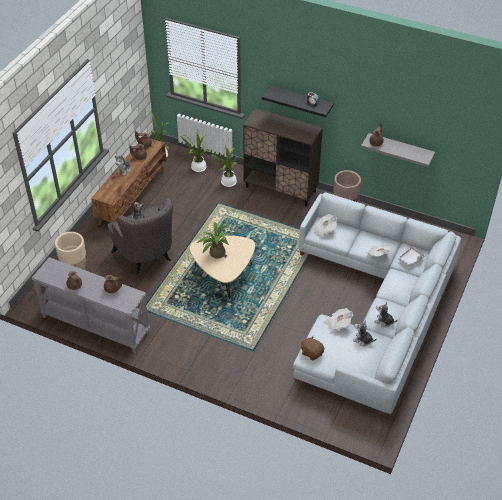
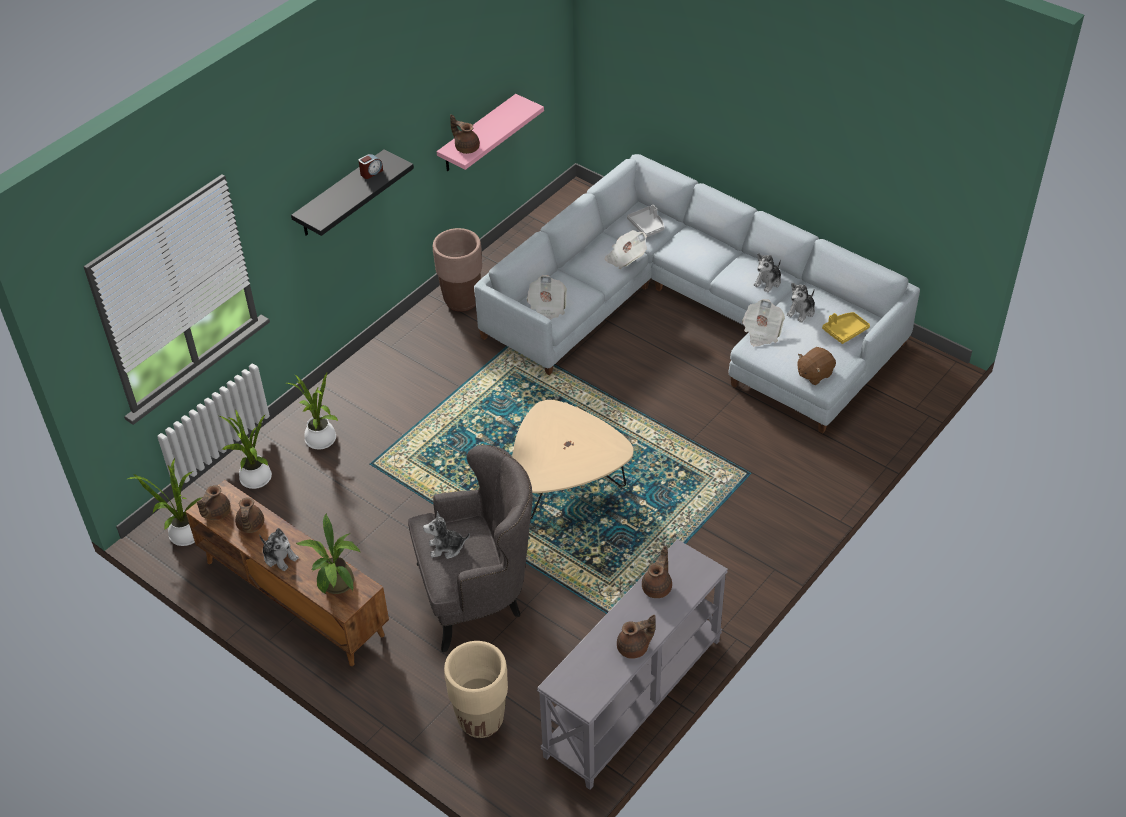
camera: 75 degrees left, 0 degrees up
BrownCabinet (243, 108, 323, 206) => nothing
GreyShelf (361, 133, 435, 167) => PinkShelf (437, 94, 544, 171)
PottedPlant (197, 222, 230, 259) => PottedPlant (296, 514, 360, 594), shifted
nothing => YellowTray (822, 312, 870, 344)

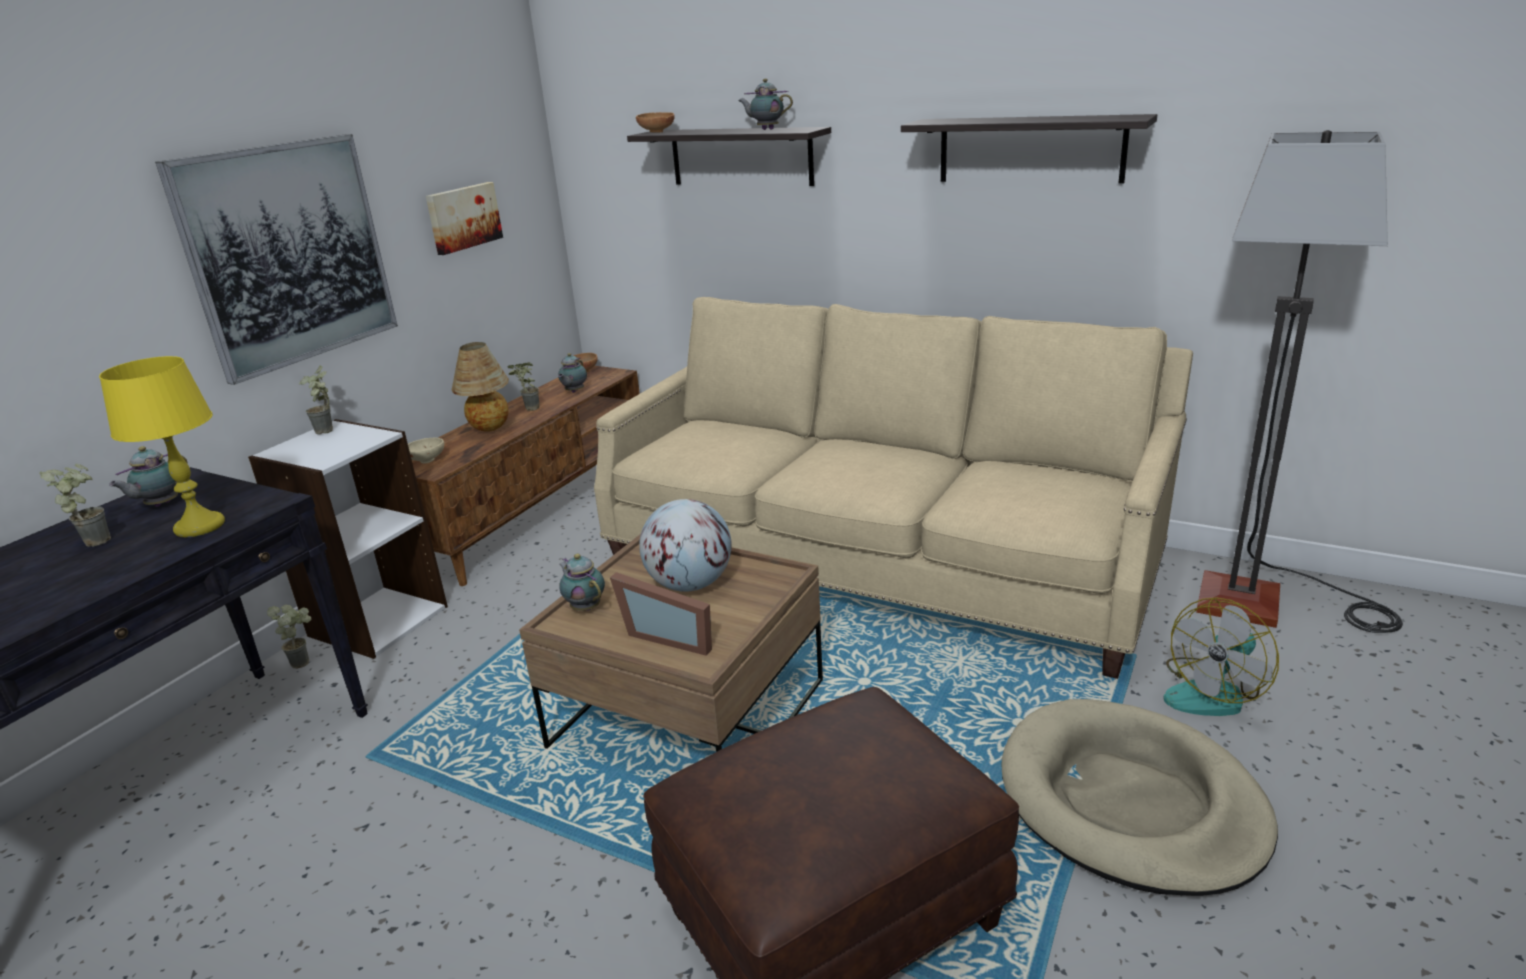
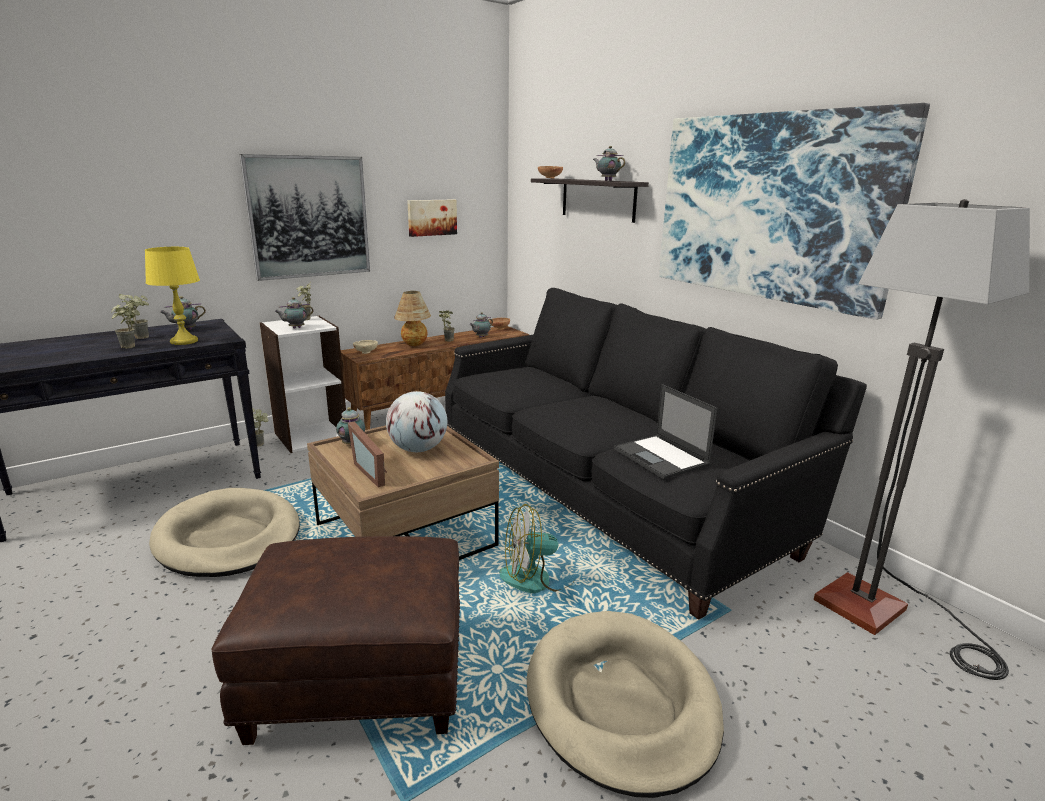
camera: 25 degrees right, 5 degrees down
Shelf (901, 114, 1157, 184) => Picture (659, 103, 930, 320)
BeigeSofa (594, 297, 1193, 679) => BlackSofa (445, 288, 867, 620)
Fan (1163, 597, 1279, 716) => Fan (499, 504, 575, 593), shifted
nothing => Teapot (274, 297, 313, 328)
nothing => PottedPlant (111, 300, 135, 348)
nothing => Laptop (614, 384, 717, 479)
nothing => BeigeDogBed (149, 488, 300, 577)

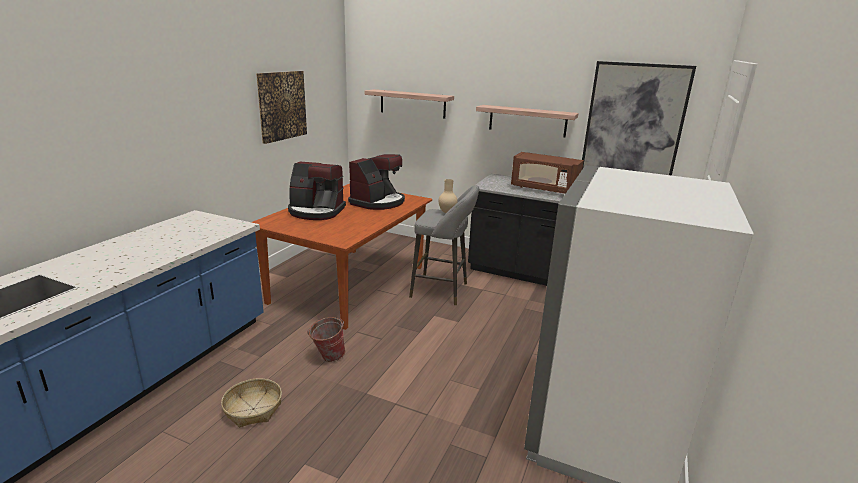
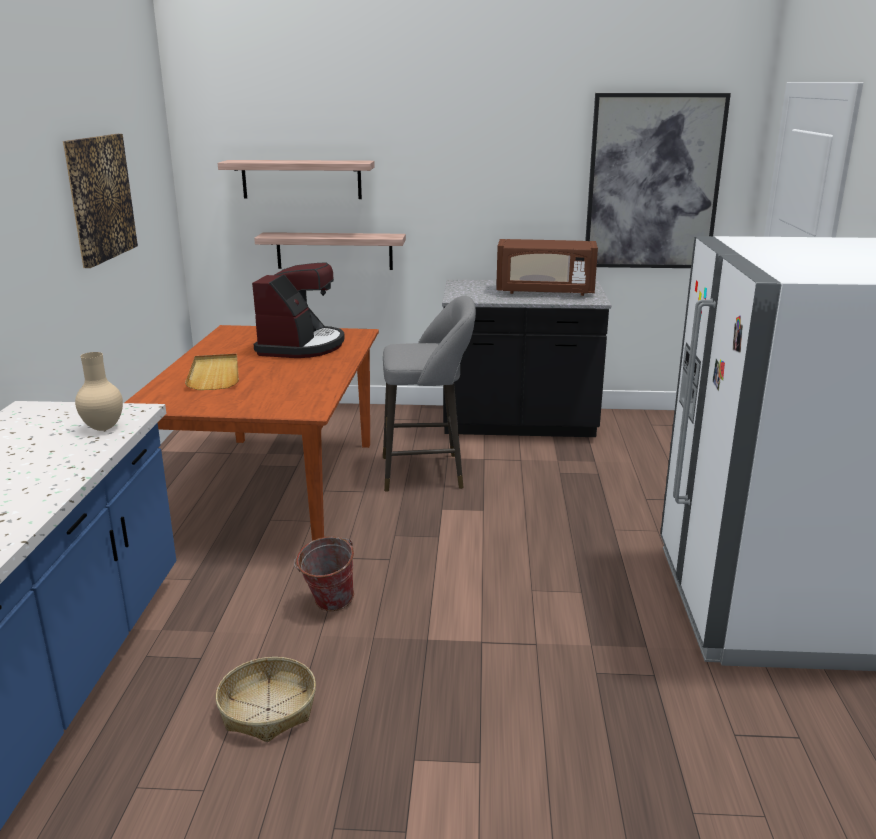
camera: 20 degrees left, 0 degrees up
Shelf (476, 105, 578, 137) => Shelf (254, 232, 406, 270), shifted
CoffeeMachine (288, 162, 346, 220) => BeigeTray (185, 354, 239, 390)
BeigeVase (439, 179, 457, 213) => BeigeVase (75, 352, 123, 431), shifted

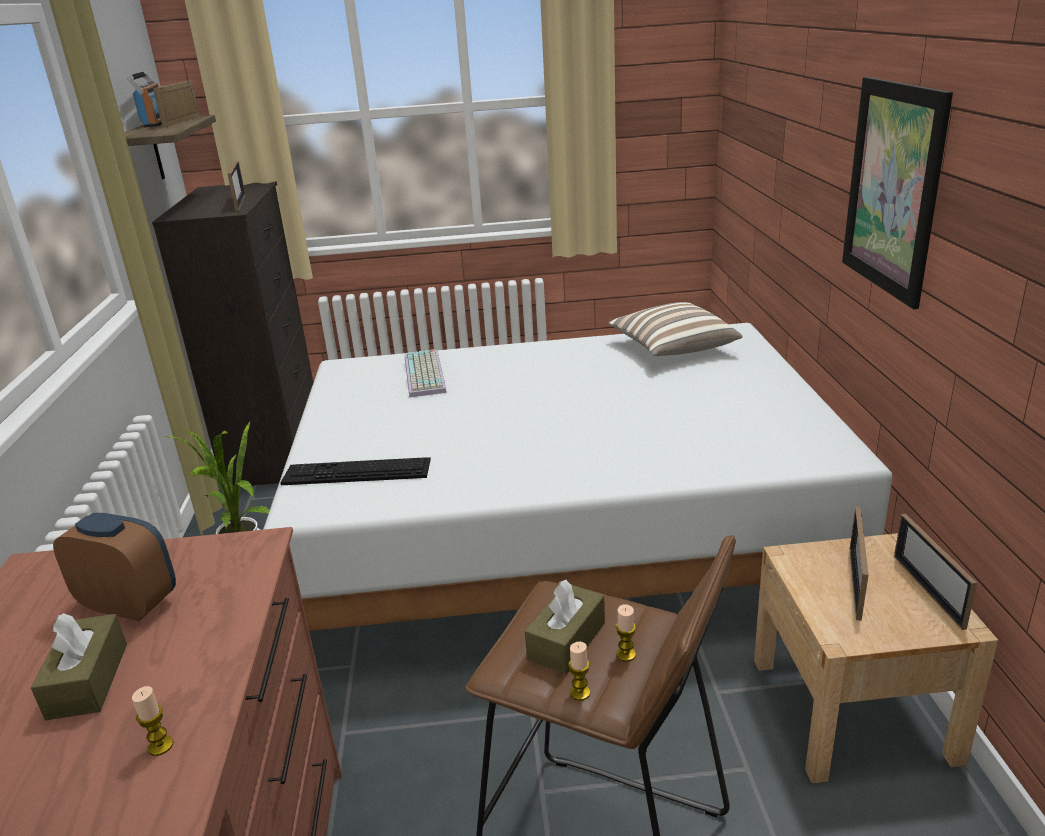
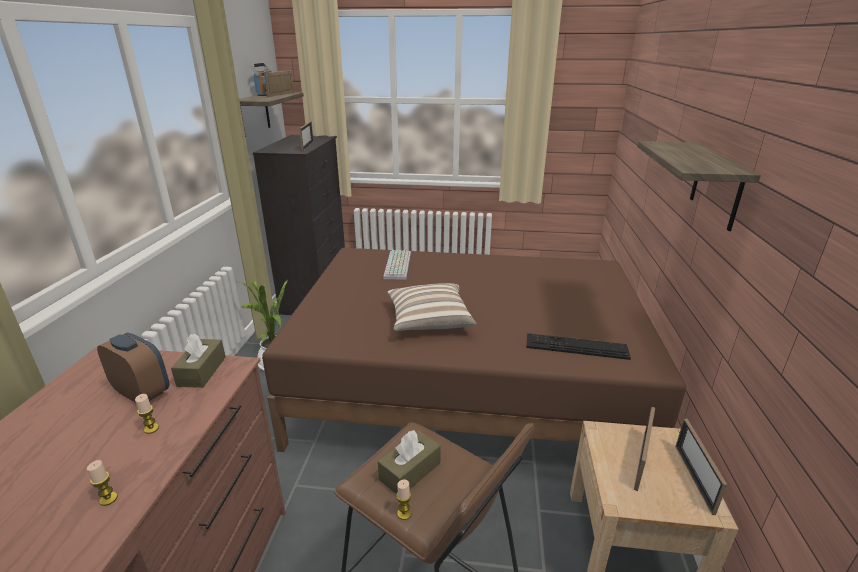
camera: 10 degrees right, 0 degrees up
Picture (842, 77, 953, 309) => Shelf (637, 141, 761, 231)
Pillow (608, 302, 743, 356) => Pillow (387, 283, 476, 331), shifted
WhiteBed (263, 323, 892, 631) => BrownBed (262, 248, 686, 452)
Keyboard (280, 457, 431, 485) => Keyboard (526, 333, 631, 360), shifted
Candle (616, 604, 636, 662) => Candle (135, 394, 159, 434), shifted
BrownTissueBox (31, 613, 127, 720) => BrownTissueBox (171, 334, 226, 388), shifted

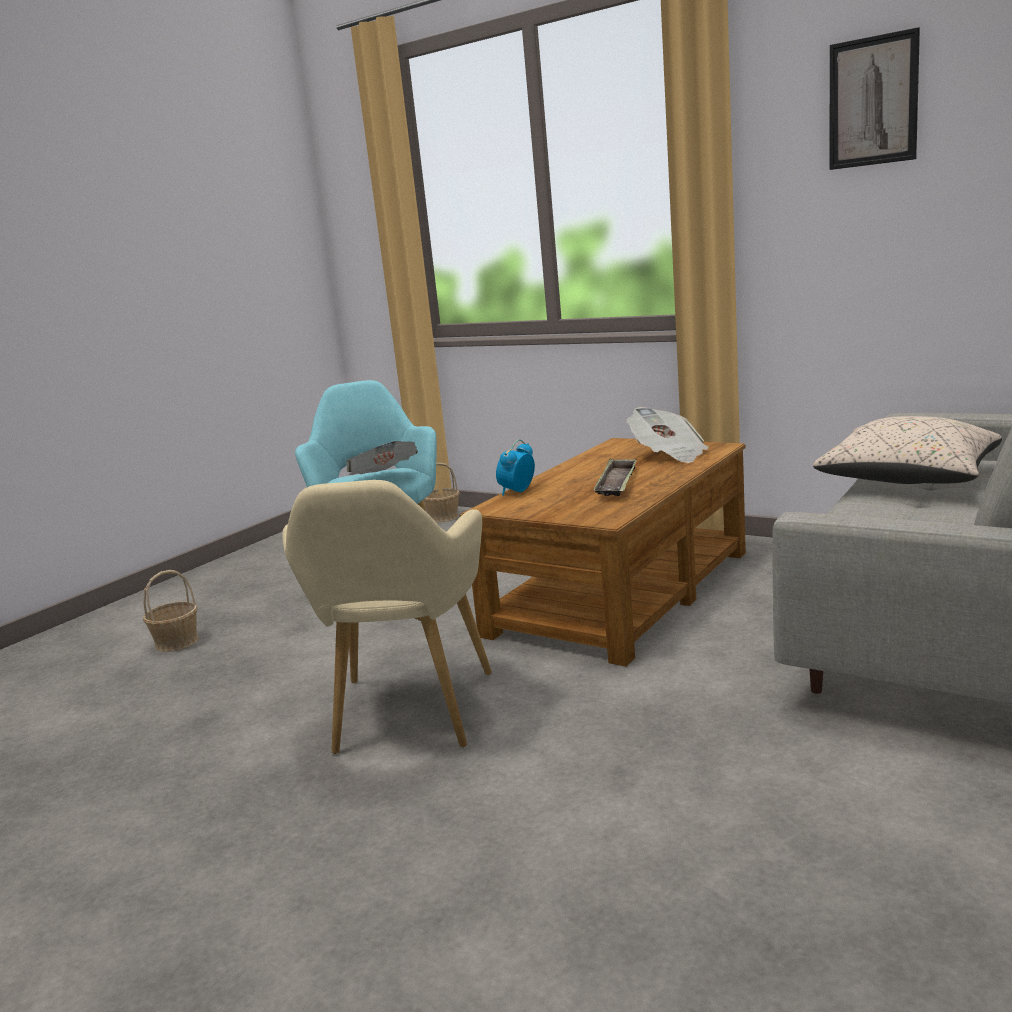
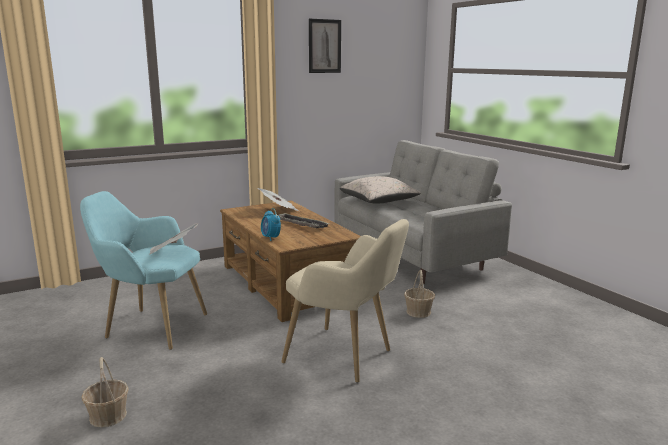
camera: 65 degrees left, 0 degrees up
Basket (423, 463, 460, 522) => Basket (404, 270, 435, 318), shifted

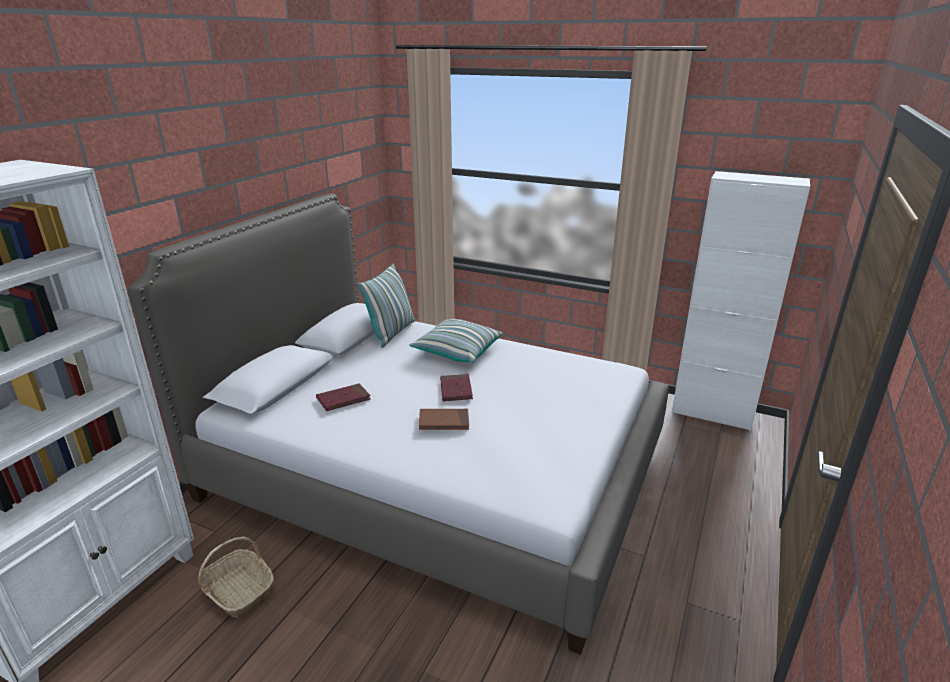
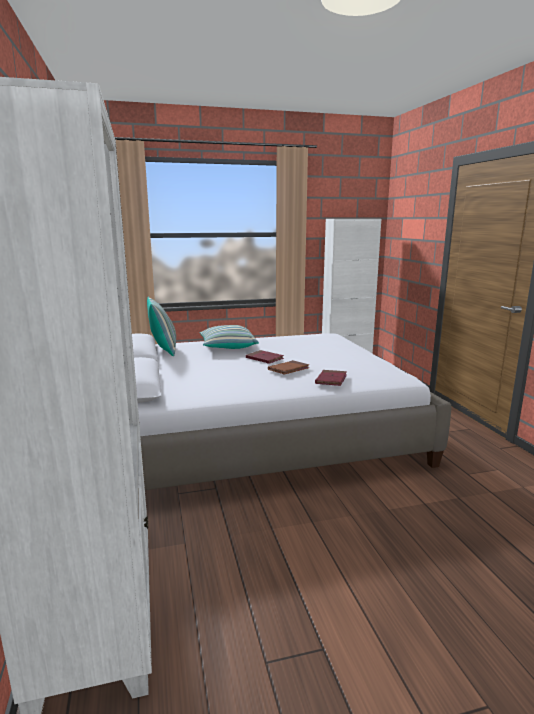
camera: 40 degrees left, 10 degrees down
RedBook (316, 383, 371, 411) => RedBook (315, 370, 347, 386), shifted
Basket (198, 537, 274, 618) => nothing

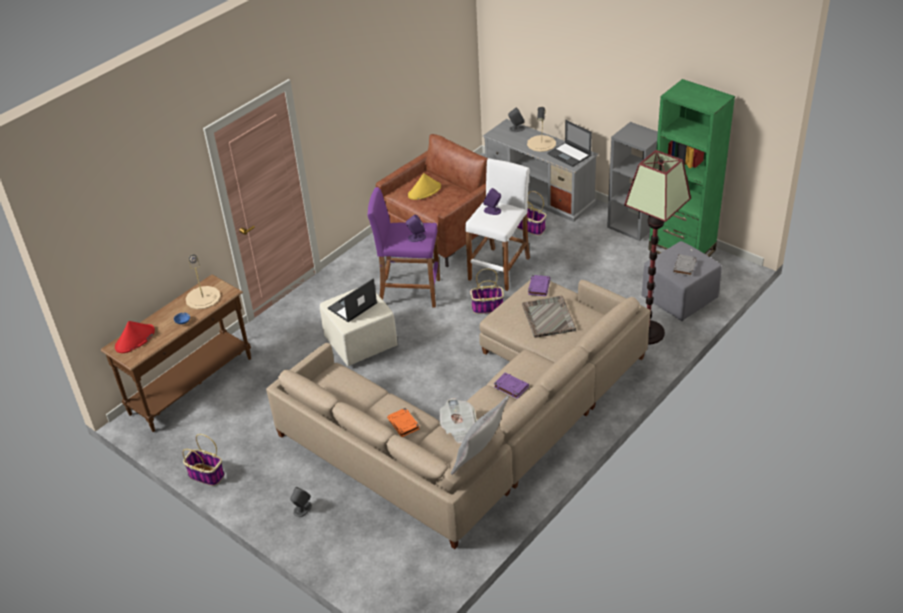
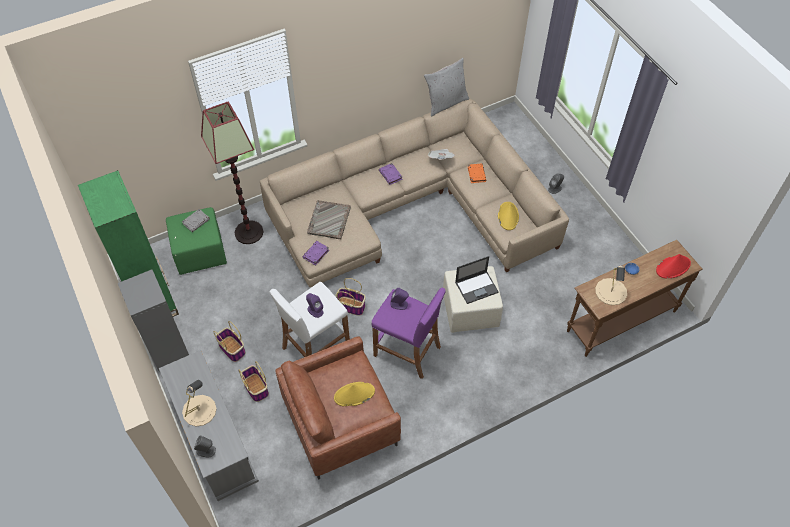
camera: 160 degrees left, 15 degrees up
Laptop (547, 120, 592, 167) => nothing
GreyOttoman (642, 241, 722, 321) => GreenOttoman (166, 207, 227, 275)
Basket (182, 434, 225, 486) => Basket (214, 321, 246, 362), shifted
nothing => YellowHat (498, 202, 519, 230)

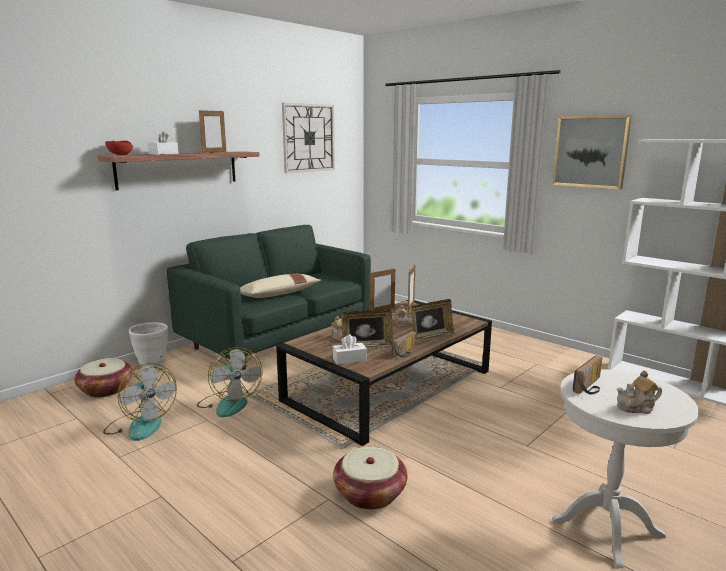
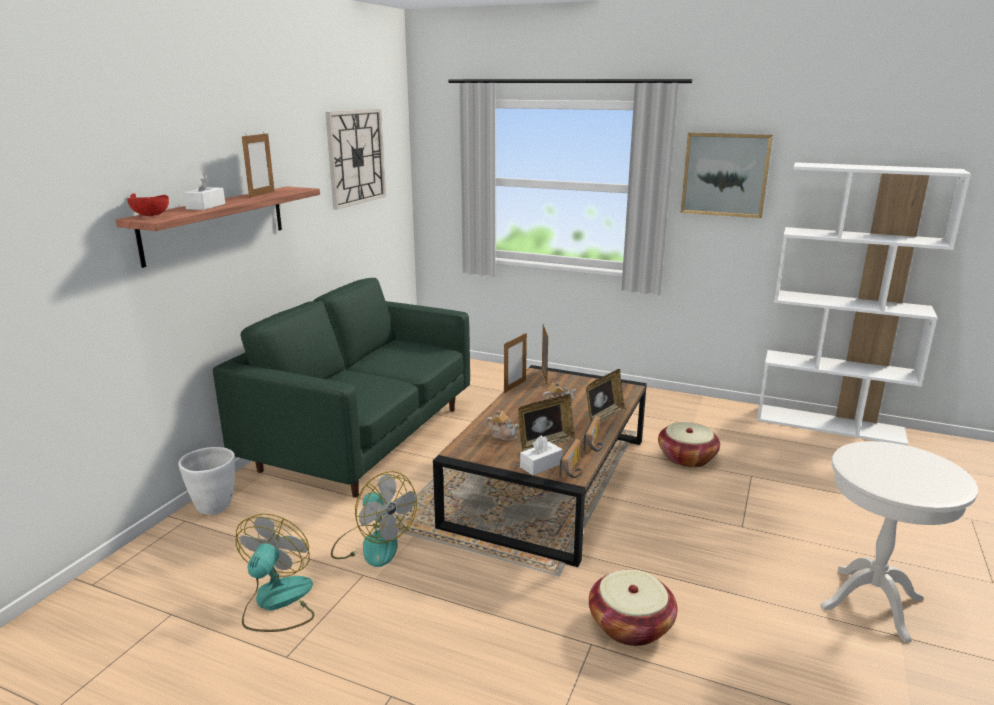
camera: 20 degrees left, 5 degrees up
BeigePillow (240, 274, 321, 298) => nothing
Radio (573, 355, 602, 395) => Radio (559, 439, 582, 479), shifted
Basket (74, 358, 133, 397) => Basket (658, 422, 720, 468), shifted
Fan (103, 363, 177, 441) => Fan (236, 514, 314, 632), 105 degrees counterclockwise
Teapot (617, 371, 662, 414) => nothing

